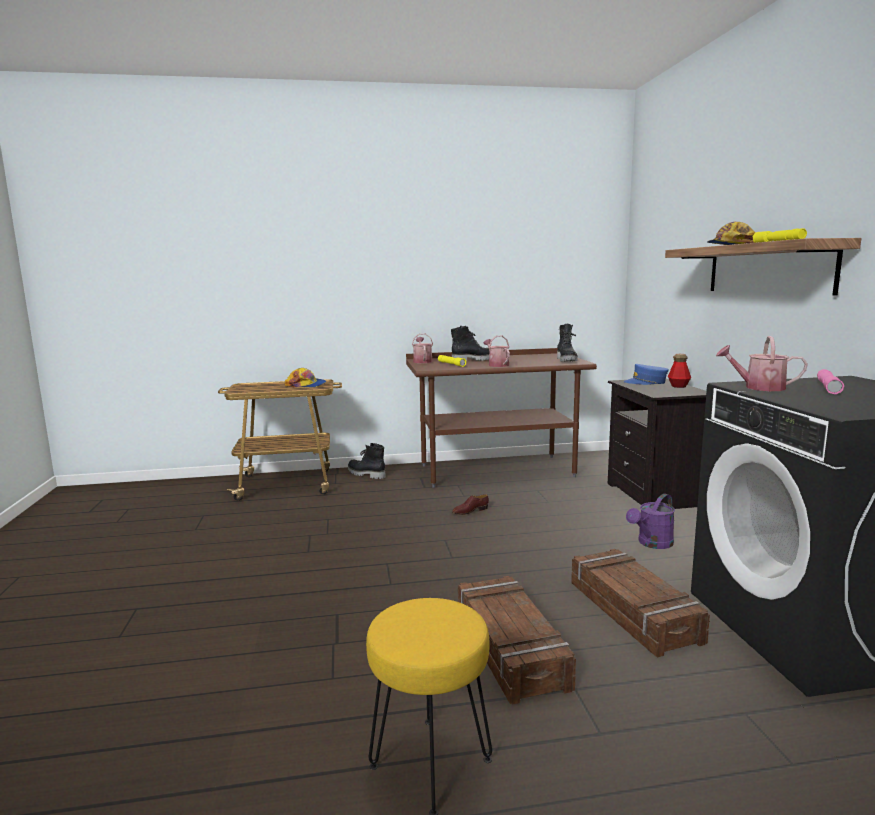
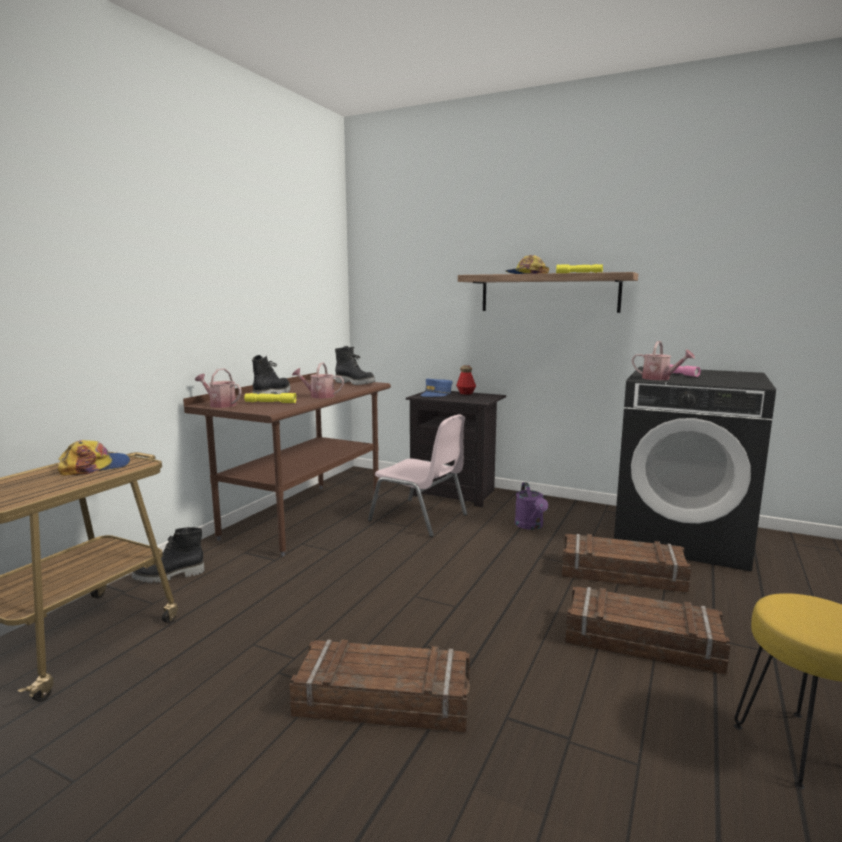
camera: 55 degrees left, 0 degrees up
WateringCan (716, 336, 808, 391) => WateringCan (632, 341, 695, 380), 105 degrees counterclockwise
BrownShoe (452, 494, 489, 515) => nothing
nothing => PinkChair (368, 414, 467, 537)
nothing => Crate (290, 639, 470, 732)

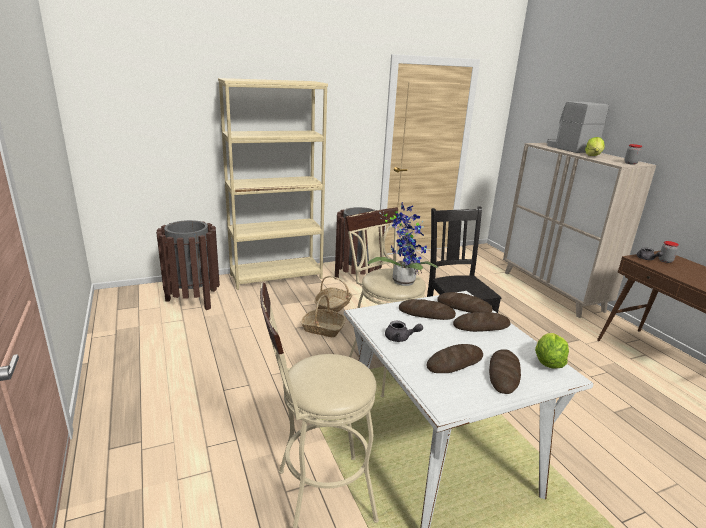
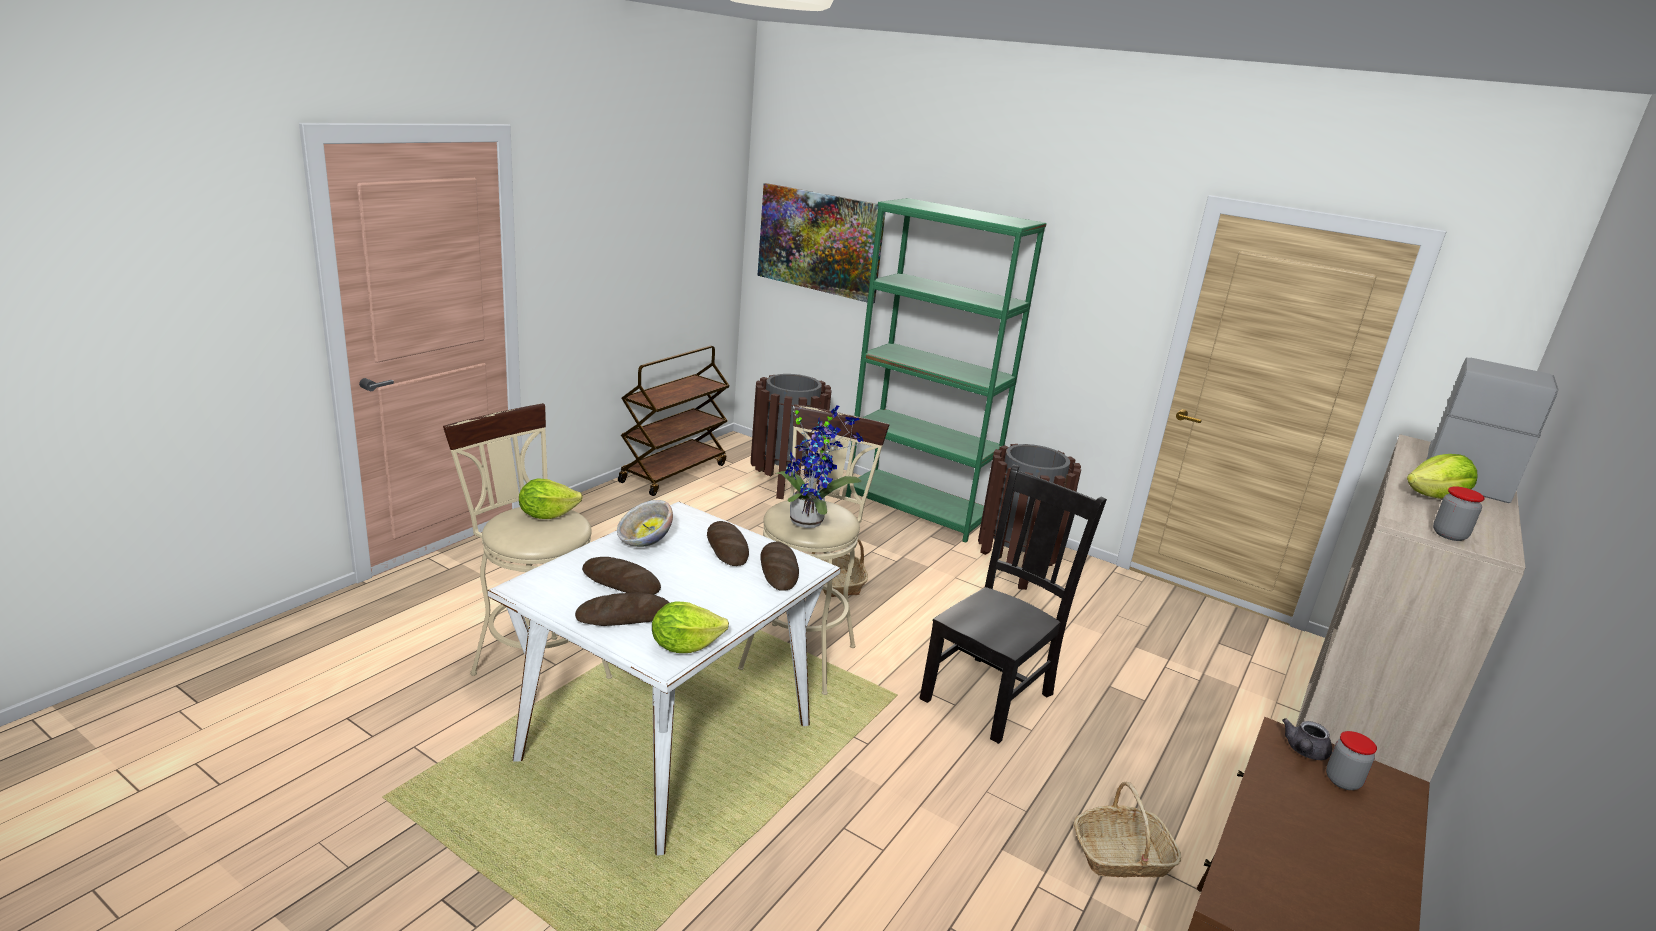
camera: 55 degrees right, 0 degrees up
BeigeBookcase (218, 78, 328, 290) => GreenBookcase (846, 198, 1047, 543)
Basket (314, 276, 353, 312) => Basket (1073, 782, 1182, 878), shifted
Bread (453, 312, 510, 332) => nothing
GreyTeapot (385, 321, 423, 342) => Bowl (617, 500, 673, 547)
nothing => Picture (758, 183, 886, 303)
nothing => BrownCart (618, 346, 730, 496)
nothing => Lettuce (519, 479, 583, 519)

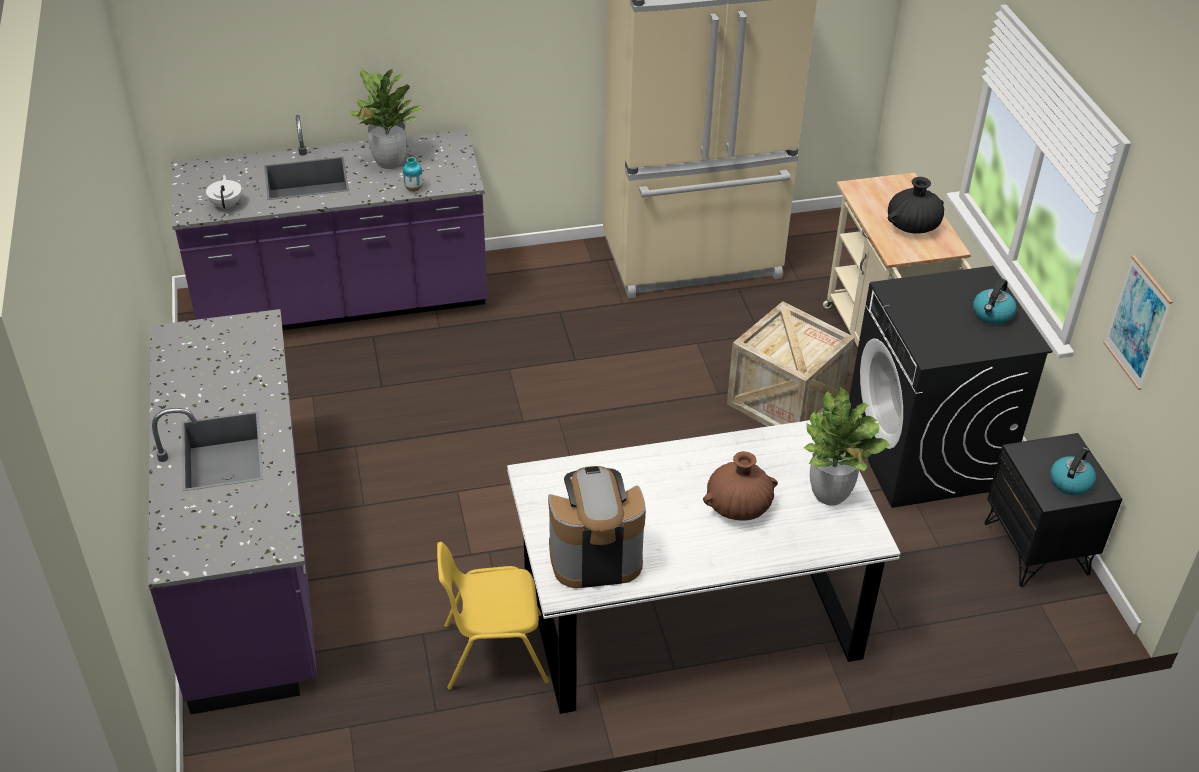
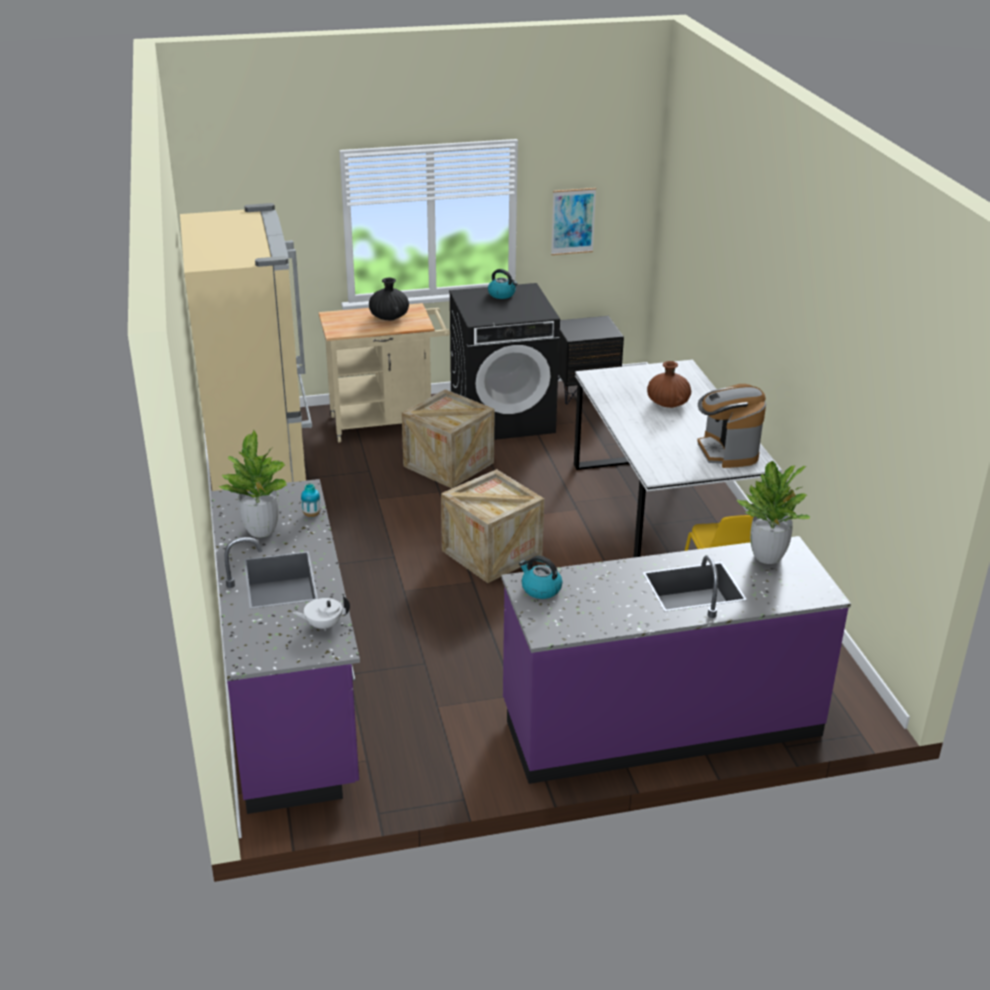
camera: 90 degrees left, 10 degrees down
PottedPlant (803, 387, 890, 505) => PottedPlant (736, 461, 810, 564), shifted
Kettle (1050, 447, 1096, 495) => Kettle (519, 556, 562, 599), shifted
nothing => Crate (441, 469, 544, 583)

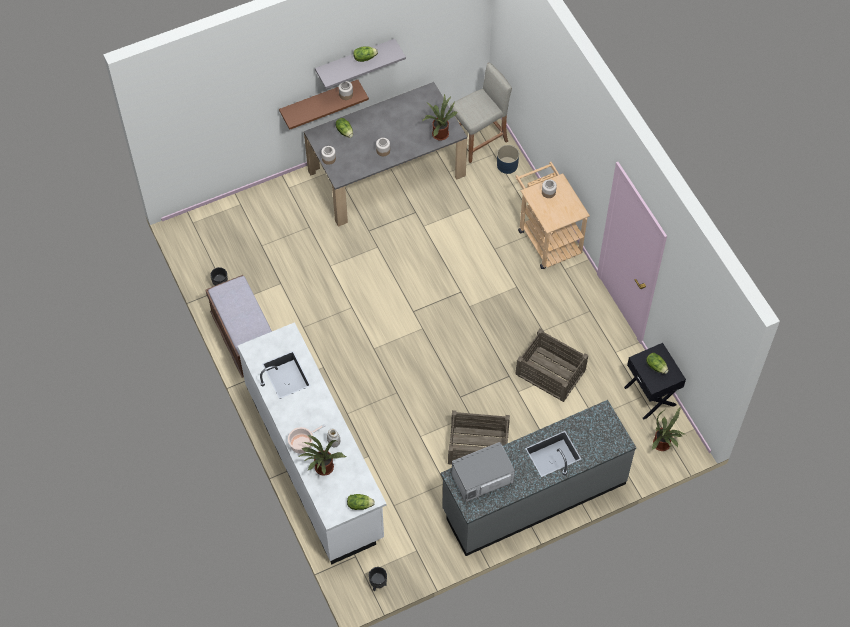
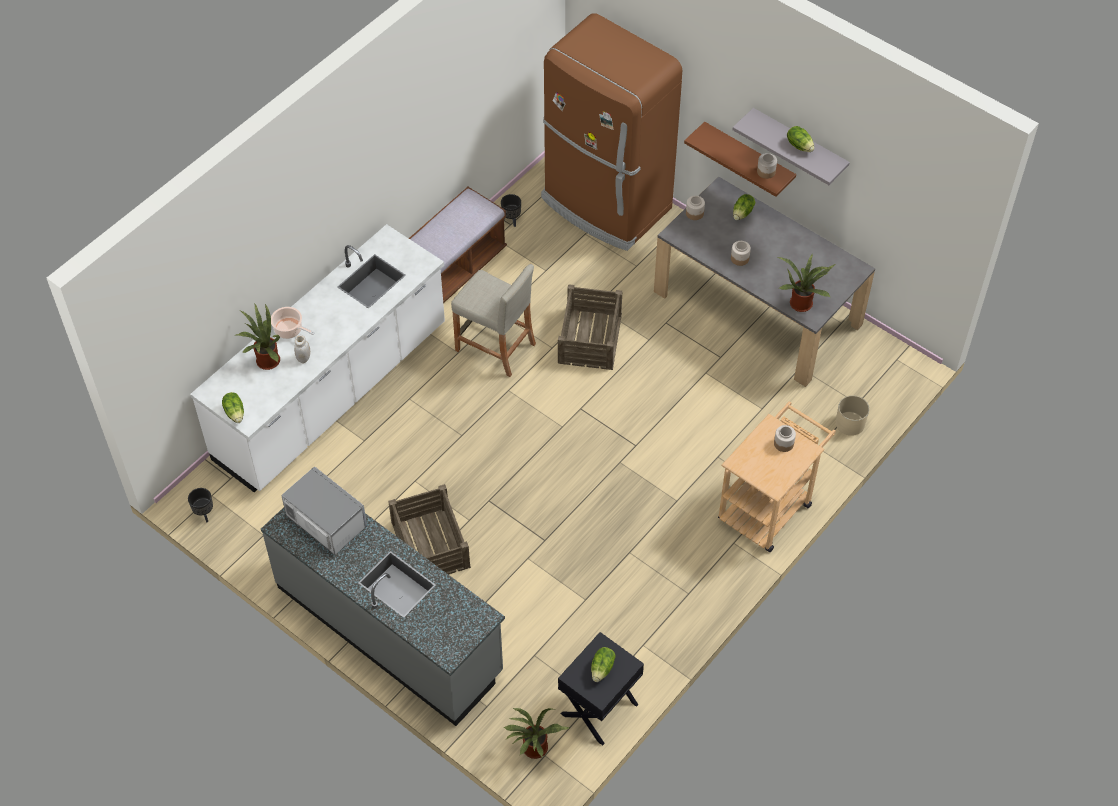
camera: 65 degrees right, 5 degrees down
BeigeStool (450, 63, 512, 163) => BeigeStool (451, 264, 536, 377), shifted
BluePlanter (497, 145, 519, 174) => BeigePlanter (836, 395, 869, 436)
Crate (515, 328, 588, 402) => Crate (558, 284, 622, 370), shifted
nothing => BrownFridge (541, 13, 682, 251)

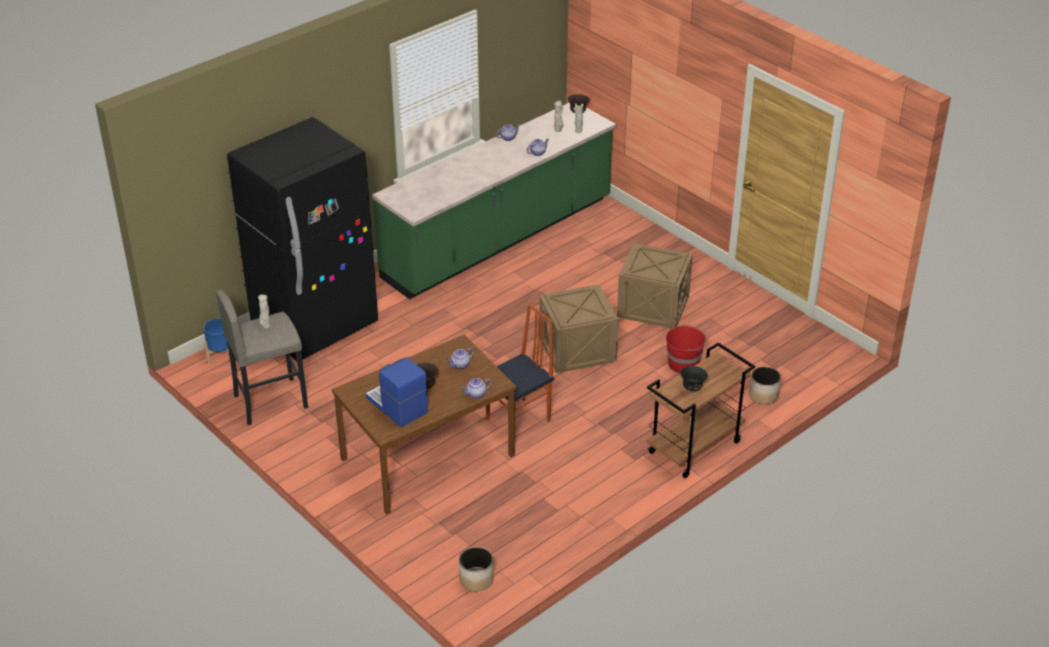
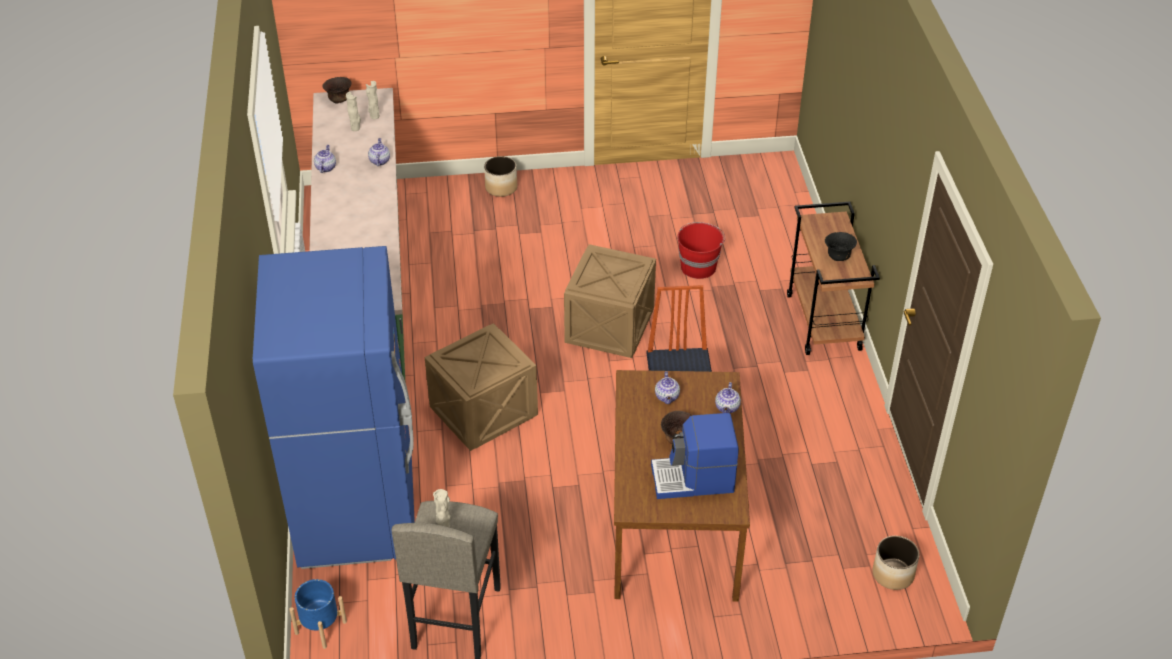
camera: 55 degrees left, 5 degrees up
BlackFridge (227, 117, 378, 361) => BlueFridge (253, 246, 415, 569)
Crate (617, 244, 692, 328) => Crate (425, 323, 538, 451), shifted
Planter (749, 366, 781, 405) => Planter (484, 156, 517, 197), shifted

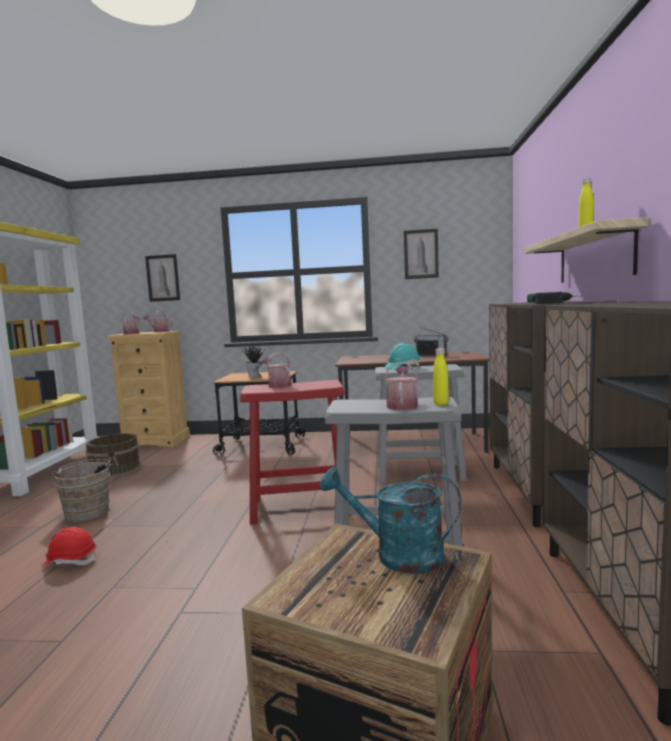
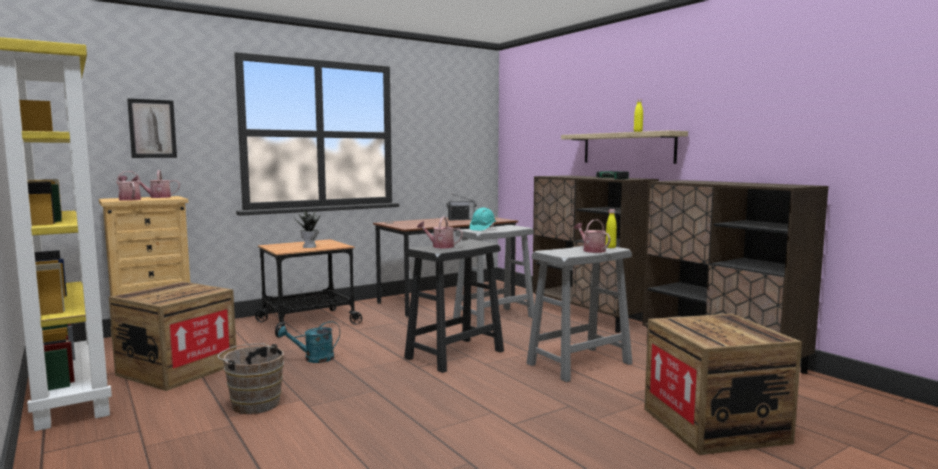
camera: 40 degrees left, 0 degrees up
Picture (404, 229, 439, 279) => nothing
RedStool (240, 380, 351, 525) => BlackStool (404, 240, 504, 373)
BrownBucket (86, 433, 141, 478) => Crate (109, 282, 236, 391)
TurquoiseWateringCan (320, 467, 461, 574) => TurquoiseWateringCan (278, 321, 340, 363), shifted
RedHardHat (41, 527, 96, 566) => nothing

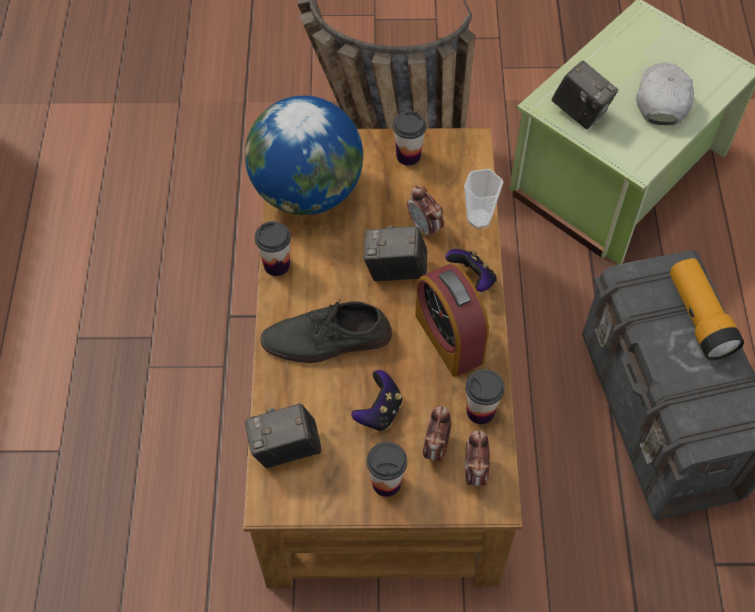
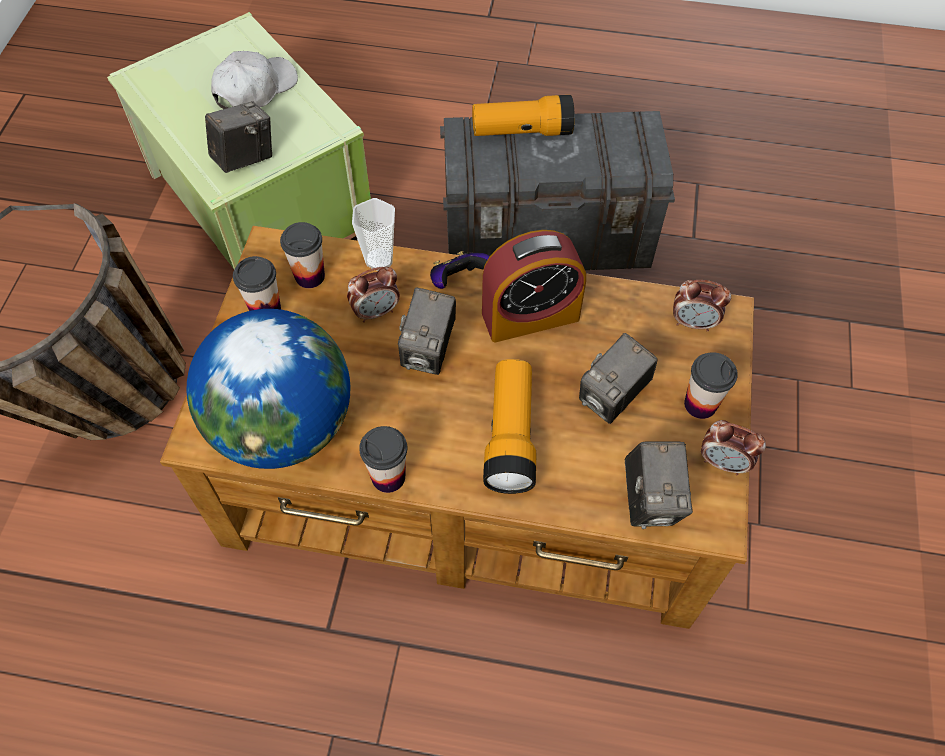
camera: 80 degrees left, 0 degrees up
WhiteCap (636, 63, 694, 125) => WhiteCap (211, 51, 298, 109), 105 degrees clockwise
GreyShoe (260, 299, 392, 363) => Flashlight (483, 359, 536, 494)
Cup (465, 369, 505, 424) => Cup (280, 222, 325, 288), shifted
GameController (351, 370, 402, 430) => PhotoCamera (579, 333, 658, 424)
AlarmClock (423, 406, 452, 461) => AlarmClock (701, 420, 766, 475), shifted

